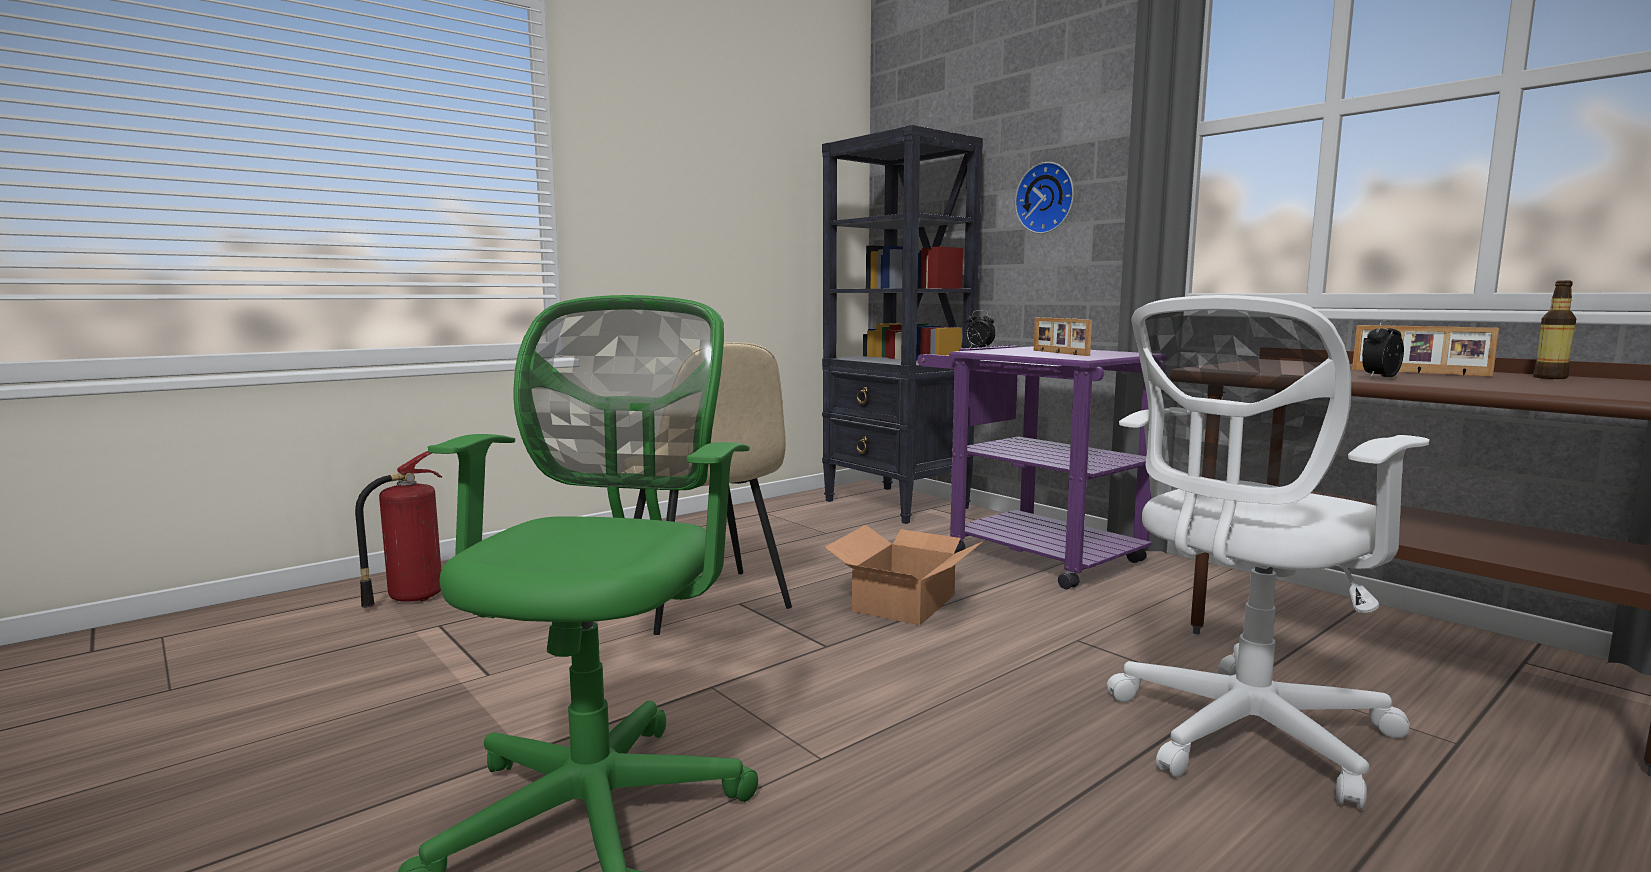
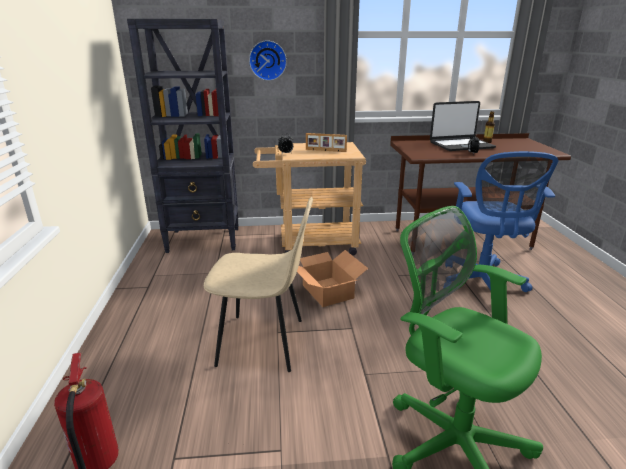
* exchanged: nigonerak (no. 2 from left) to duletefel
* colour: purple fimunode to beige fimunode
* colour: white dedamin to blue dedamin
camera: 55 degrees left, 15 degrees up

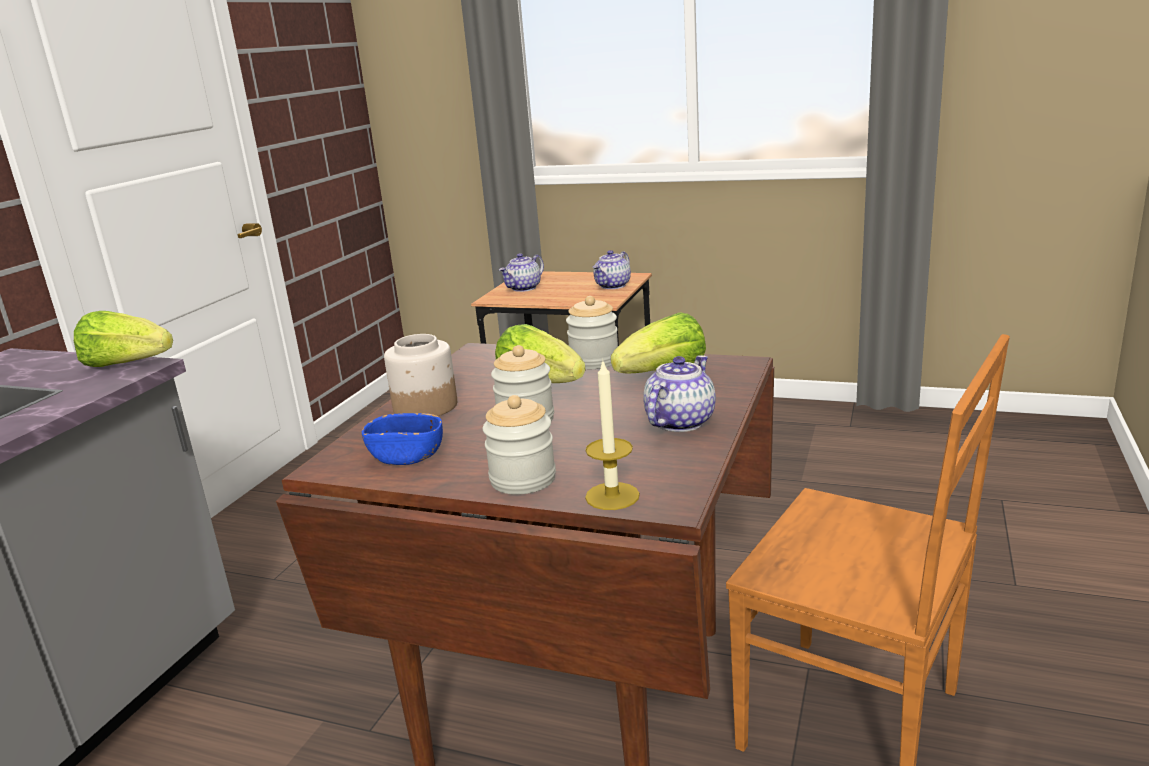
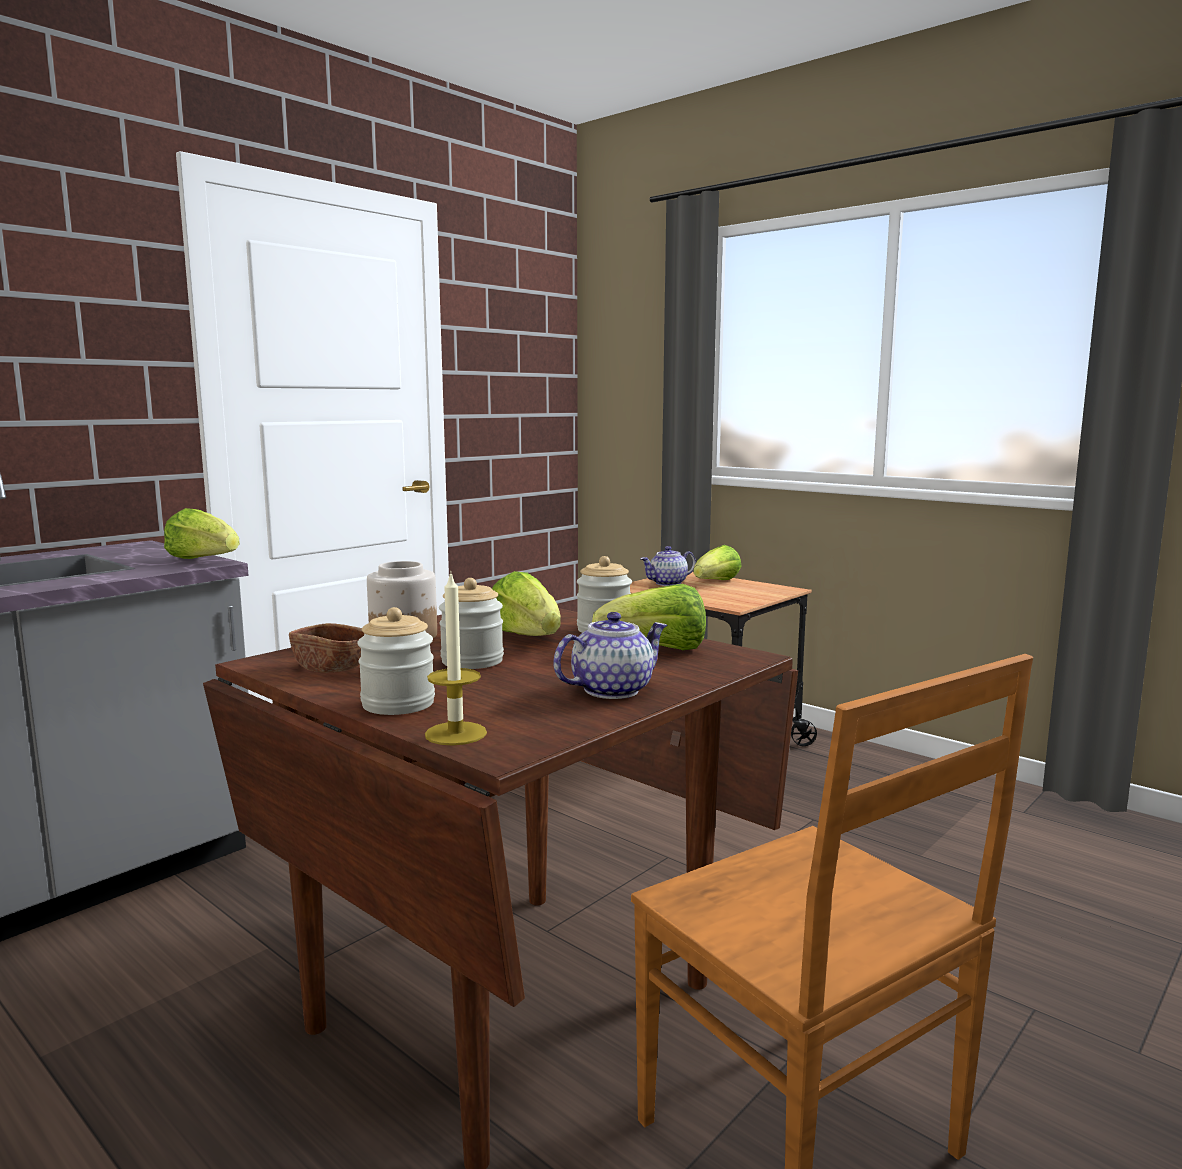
* missing: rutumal (no. 2 from left)
* appeared: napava (no. 4 from left)
* colour: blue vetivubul to brown vetivubul
camera: 20 degrees right, 10 degrees down

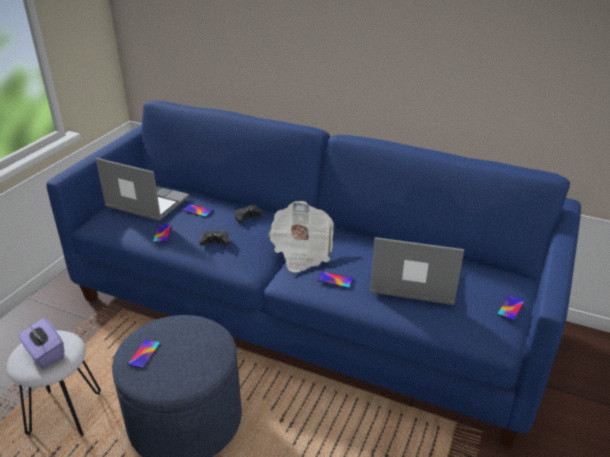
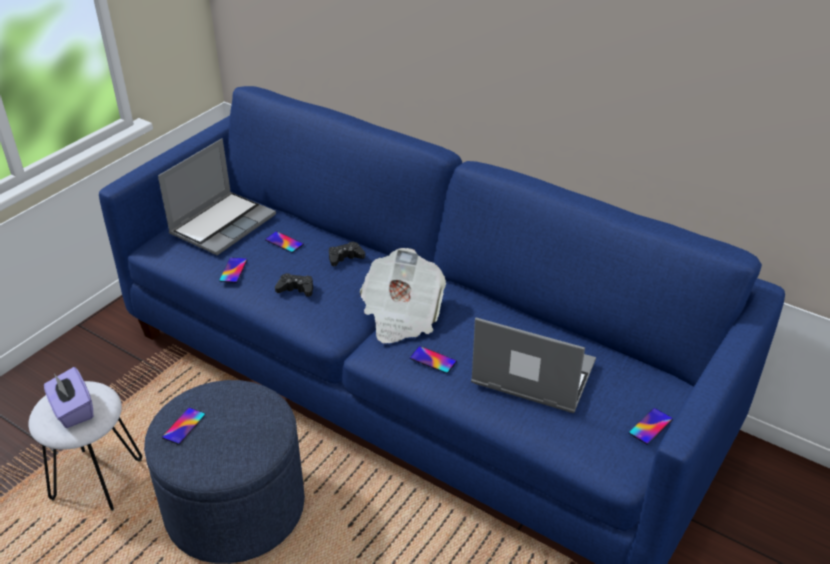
* spun: duletefel (no. 1 from left) 90 degrees clockwise
camera: 10 degrees right, 5 degrees up

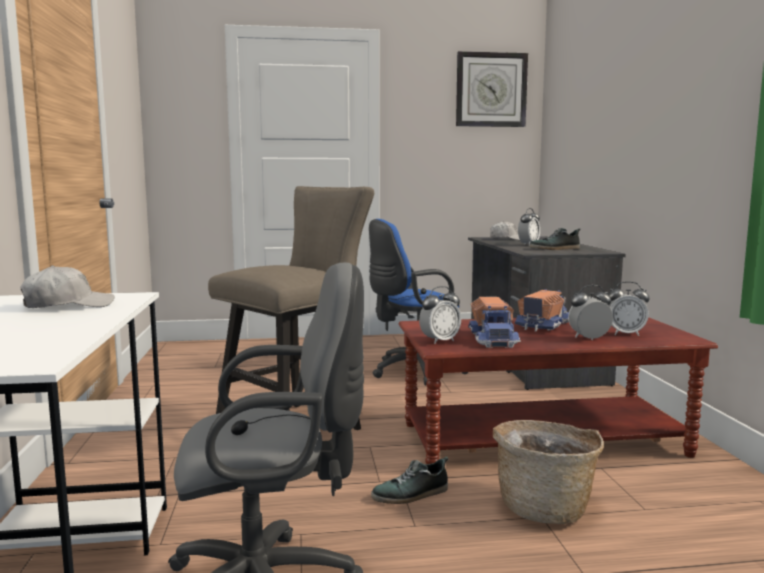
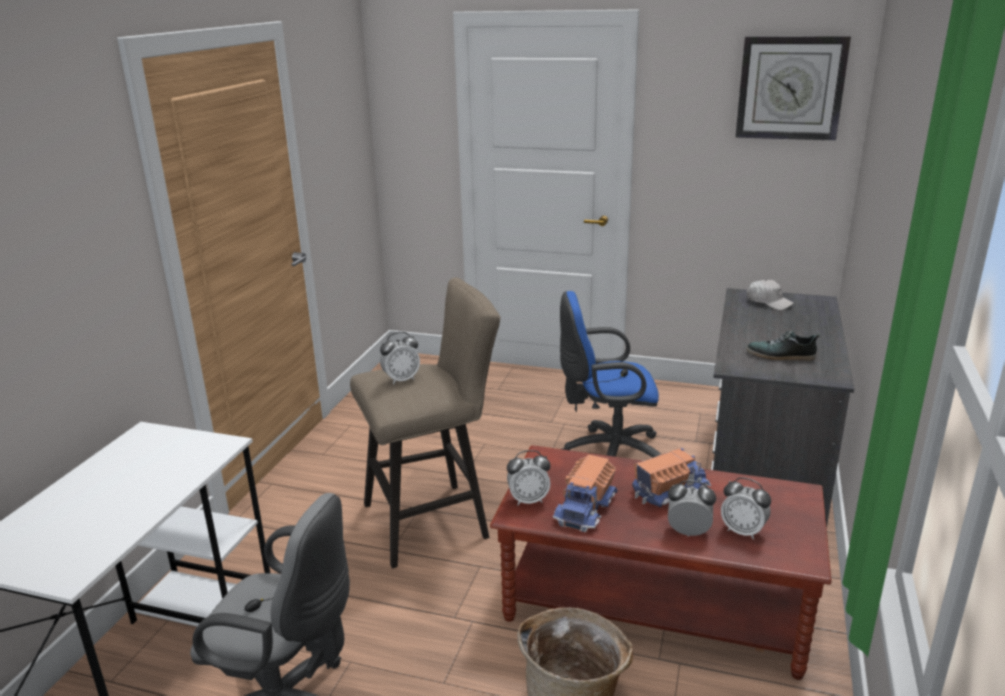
* missing: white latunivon (no. 1 from left)
* missing: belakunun (no. 1 from left)
* relocated: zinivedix (no. 2 from left in the first image) to zinivedix (no. 1 from left)
camera: 25 degrees right, 15 degrees up

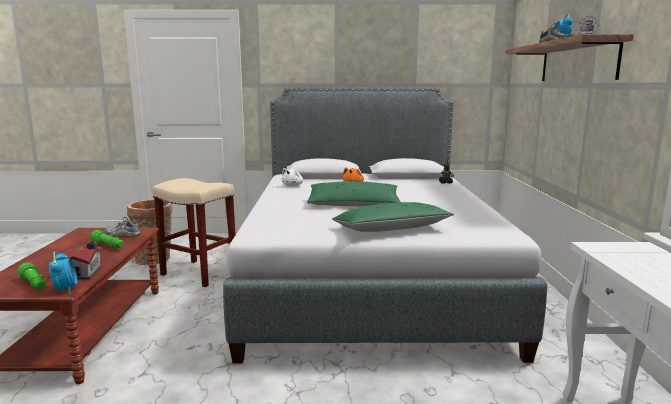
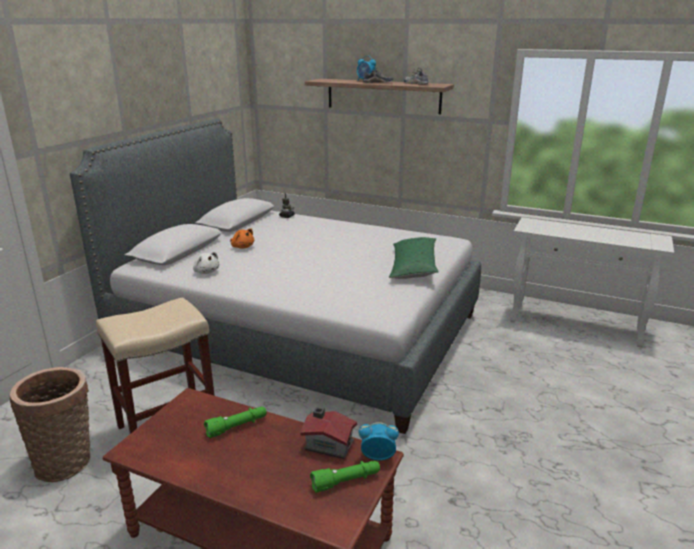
* missing: belakunun (no. 1 from left)
* missing: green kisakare (no. 1 from left)
camera: 65 degrees left, 10 degrees up

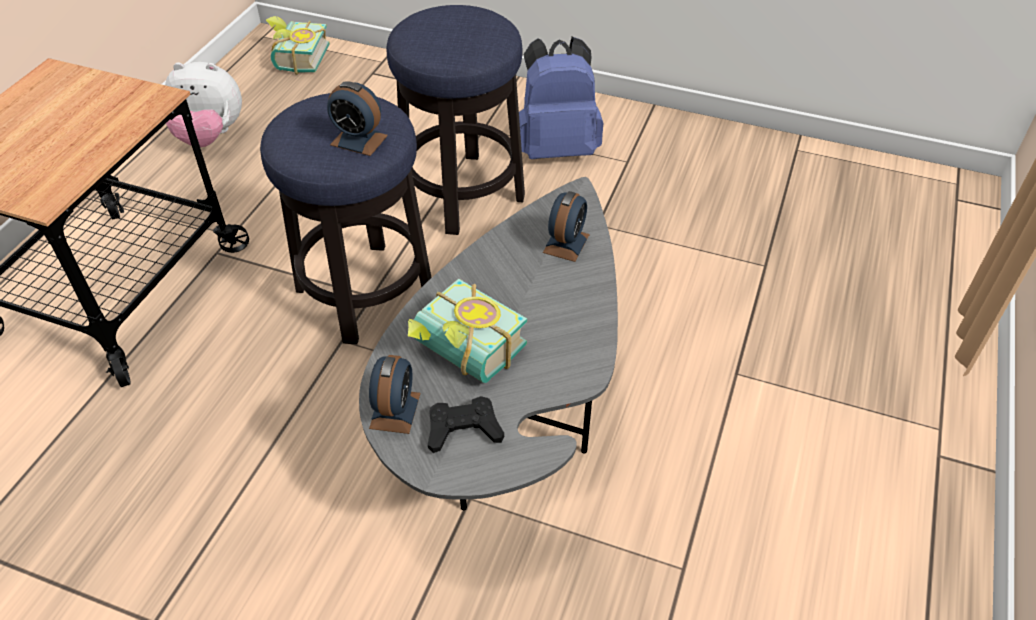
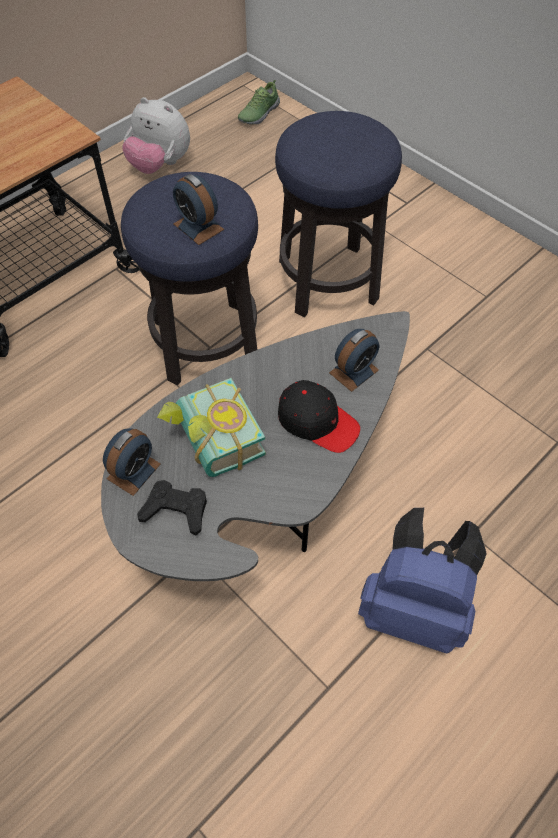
* appeared: black latunivon
* relocated: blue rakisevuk
* exchanged: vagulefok (no. 1 from left) to belakunun
camera: 25 degrees right, 10 degrees up

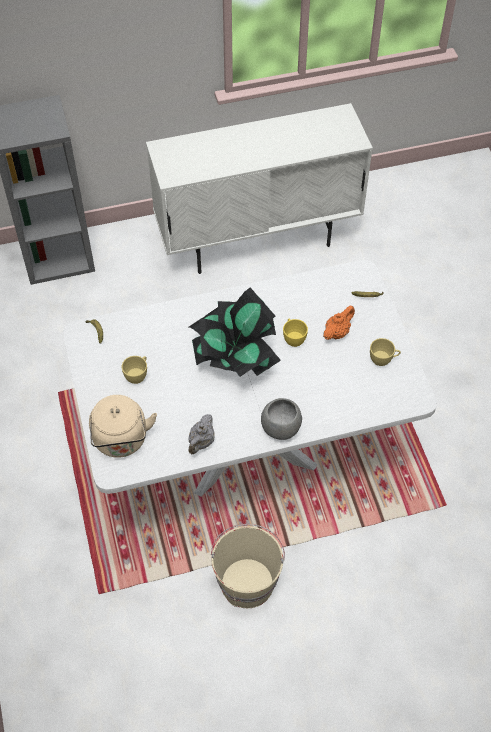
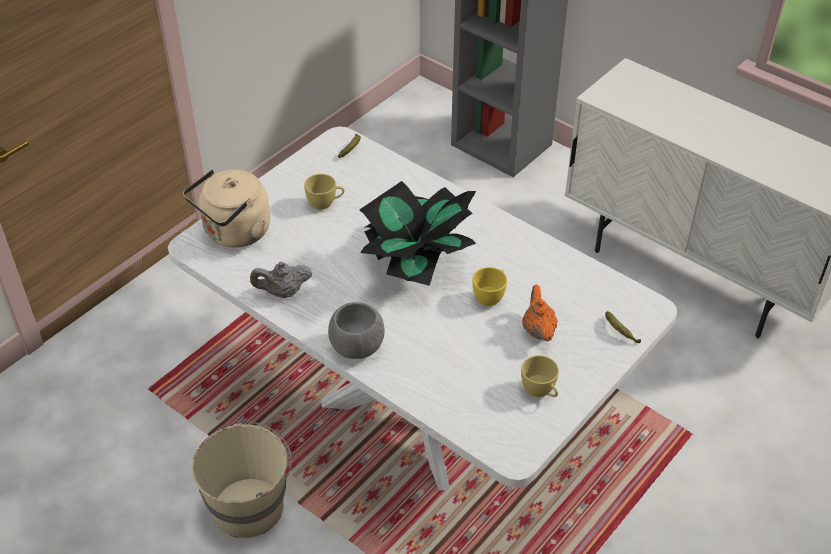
* spun: orange rutumal 105 degrees counterclockwise
camera: 55 degrees right, 10 degrees down

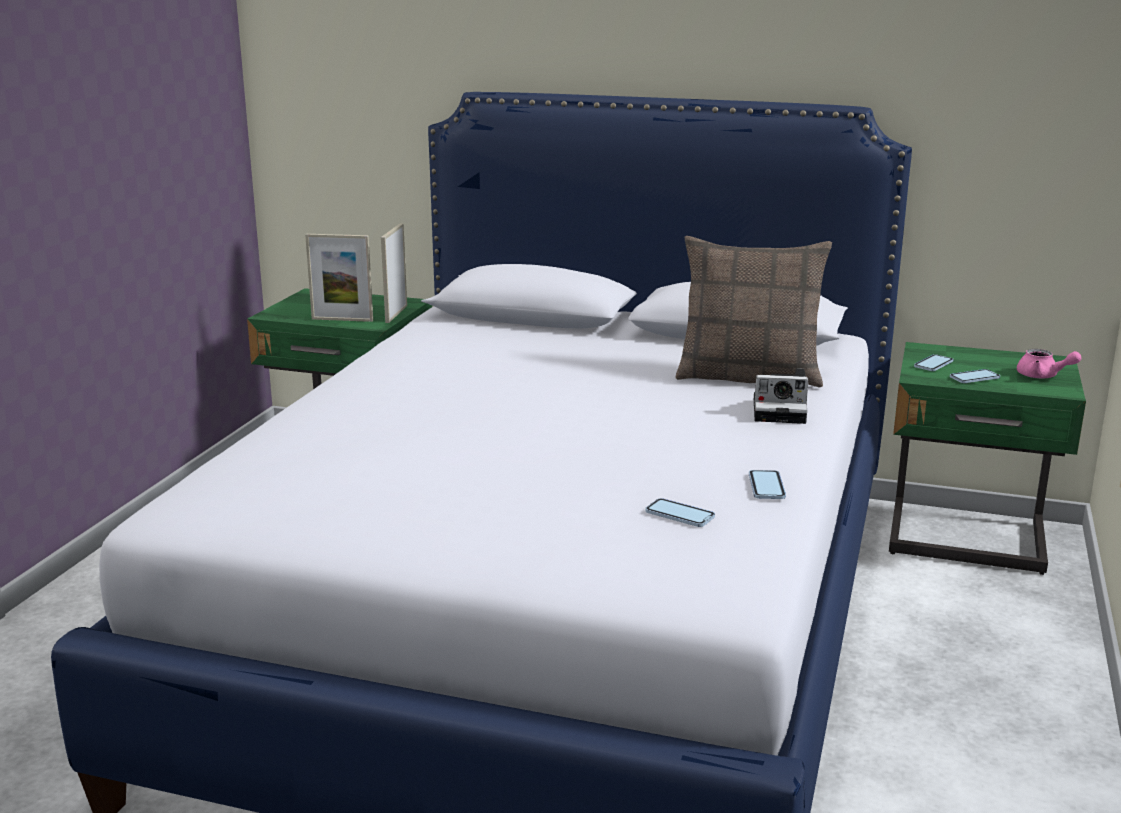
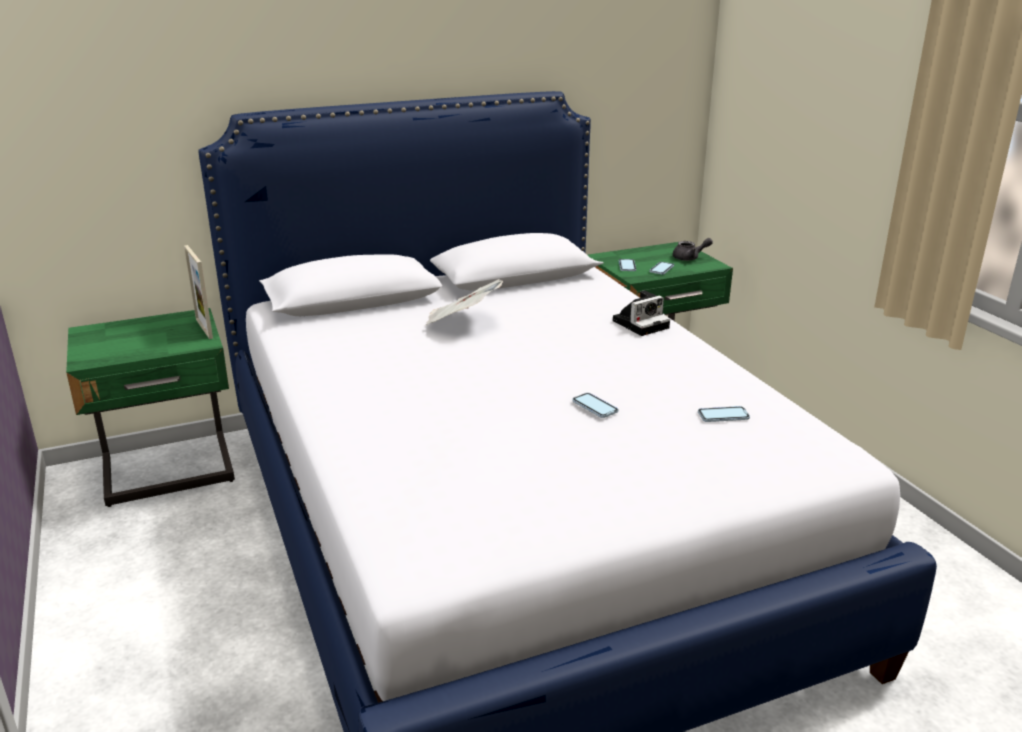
* missing: nigonerak (no. 1 from left)
* missing: kisakare
* appeared: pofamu
* relocated: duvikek (no. 2 from left in the first image) to duvikek (no. 1 from left)
* colour: pink rutumal to grey rutumal
camera: 40 degrees left, 5 degrees up

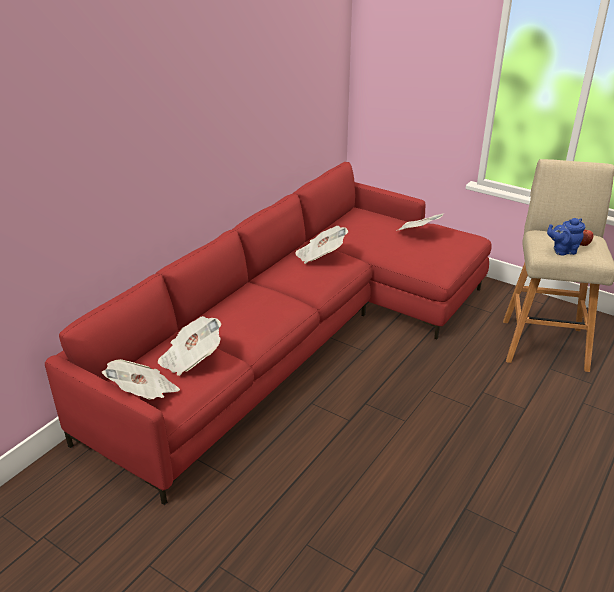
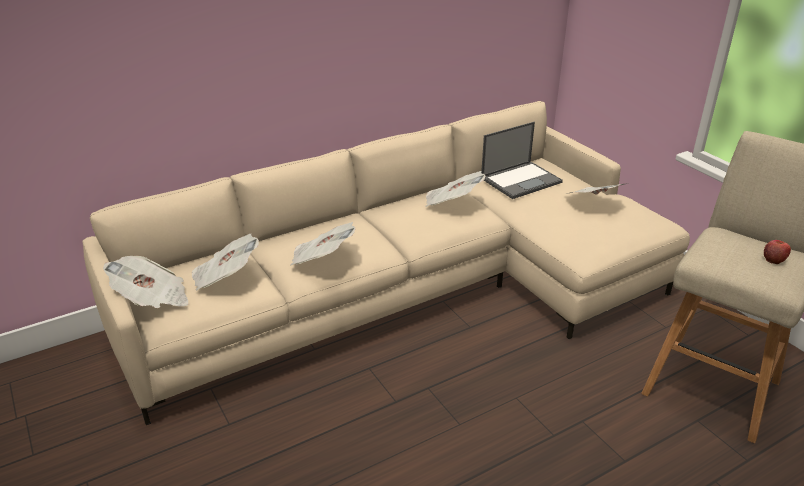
* missing: blue rutumal
* appeared: pofamu (no. 3 from left)
* appeared: duletefel
* colour: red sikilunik to beige sikilunik
camera: 25 degrees right, 0 degrees up

